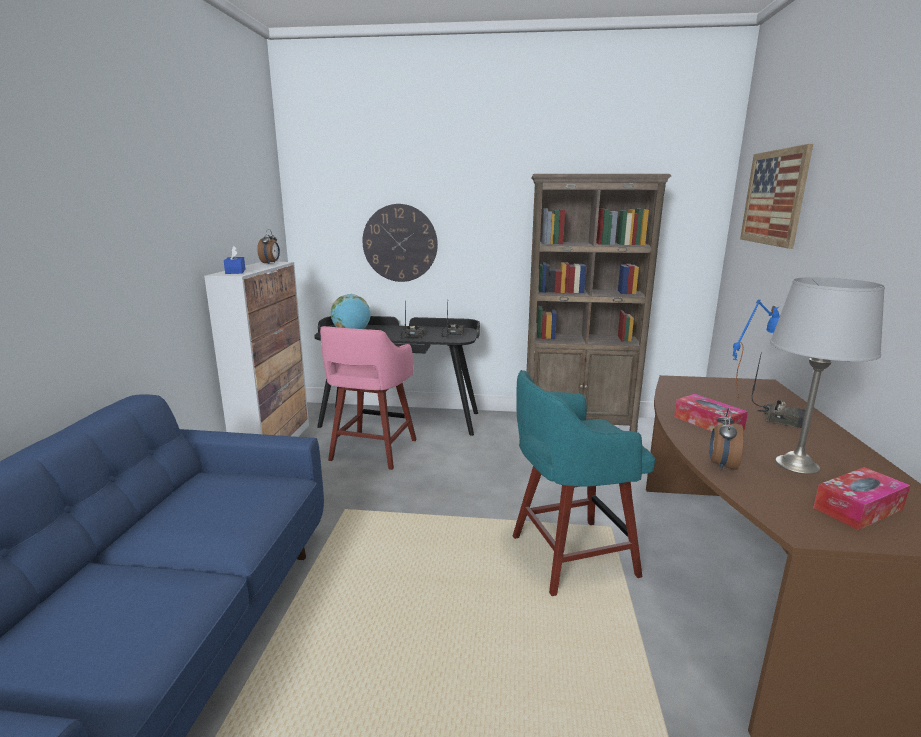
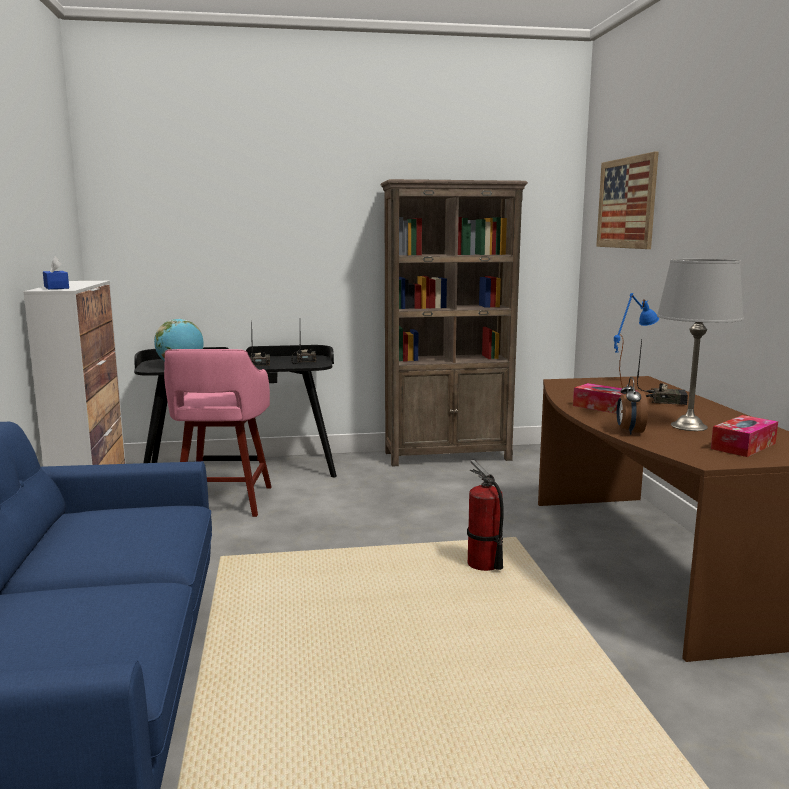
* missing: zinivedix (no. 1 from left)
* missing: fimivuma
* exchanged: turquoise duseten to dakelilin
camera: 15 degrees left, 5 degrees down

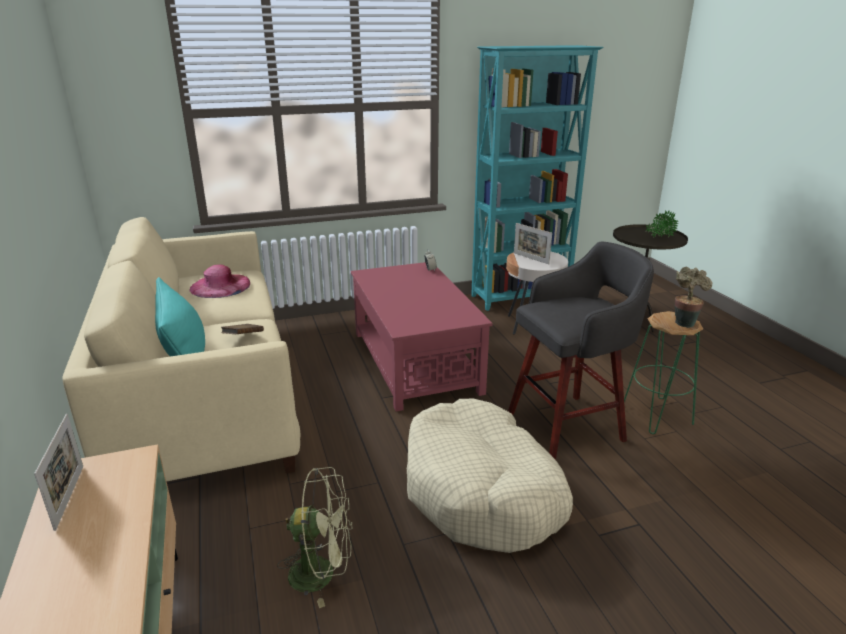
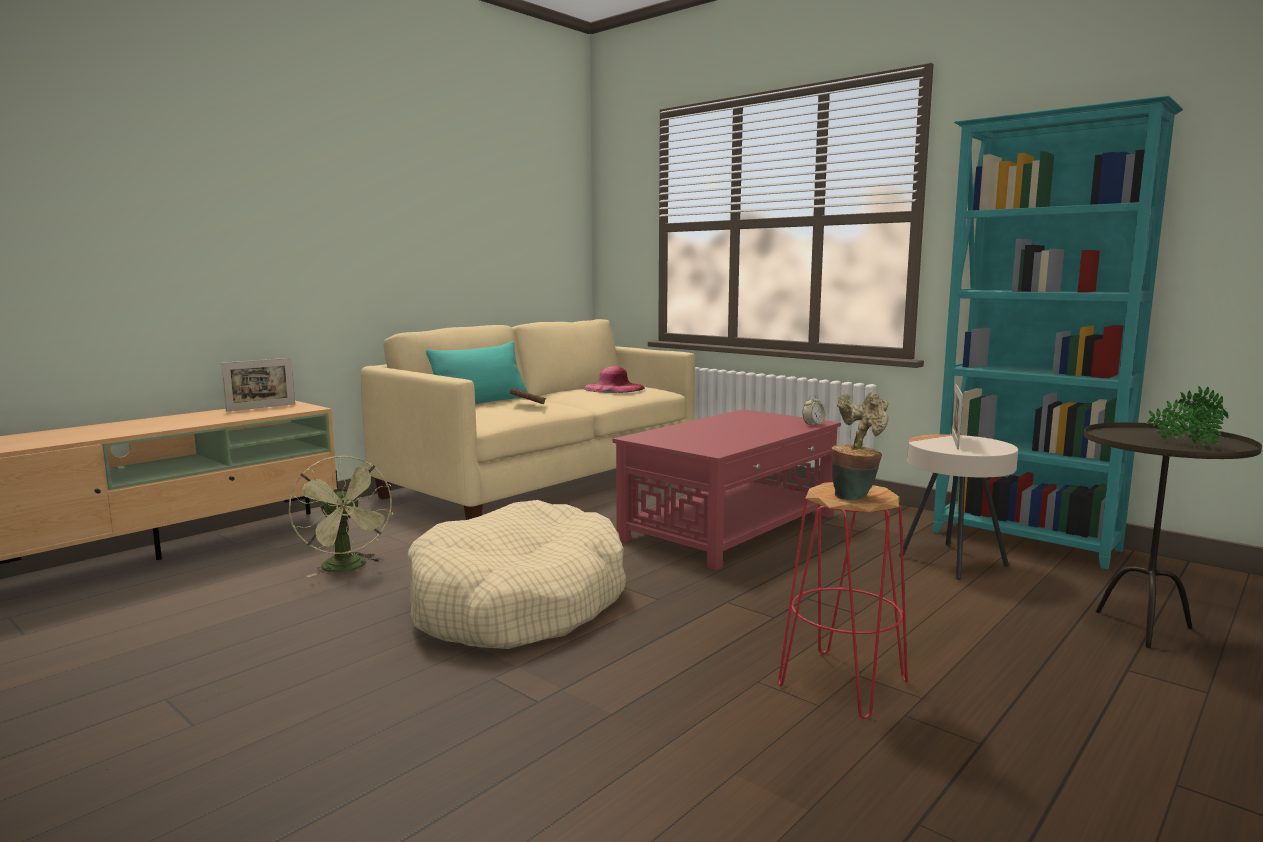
* missing: grey duseten
* colour: green duseten to red duseten
camera: 60 degrees right, 15 degrees down

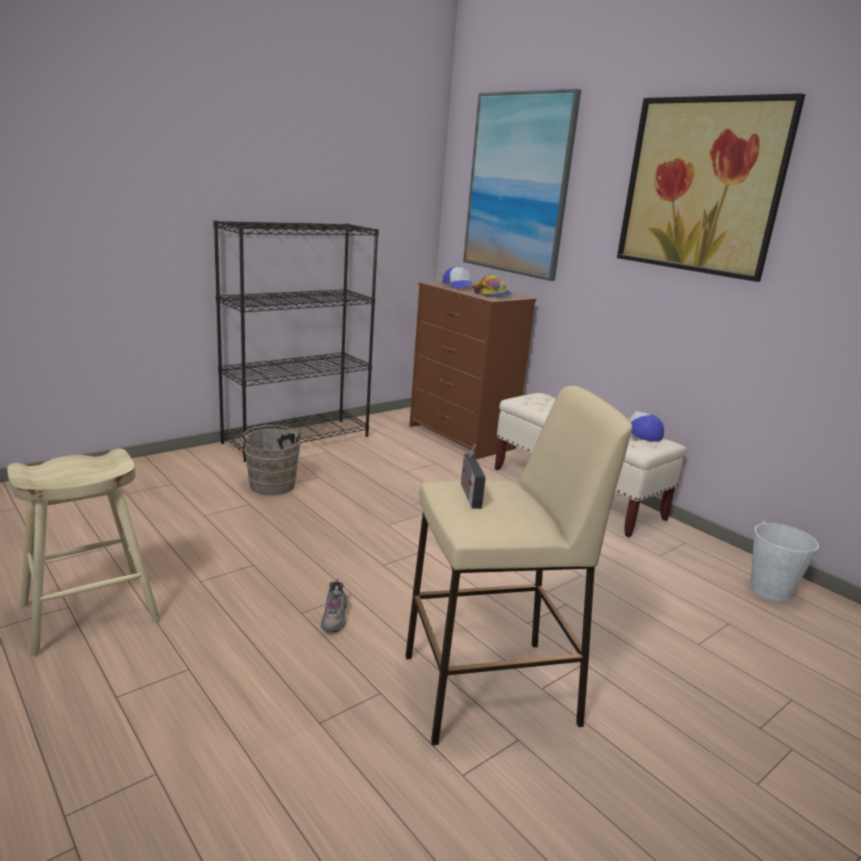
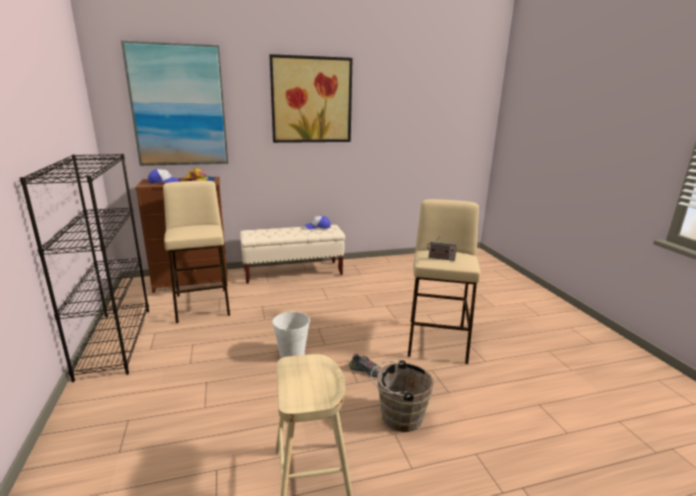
* appeared: beige duseten (no. 1 from left)
* relocated: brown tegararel
* relocated: white tegararel
camera: 65 degrees left, 0 degrees up

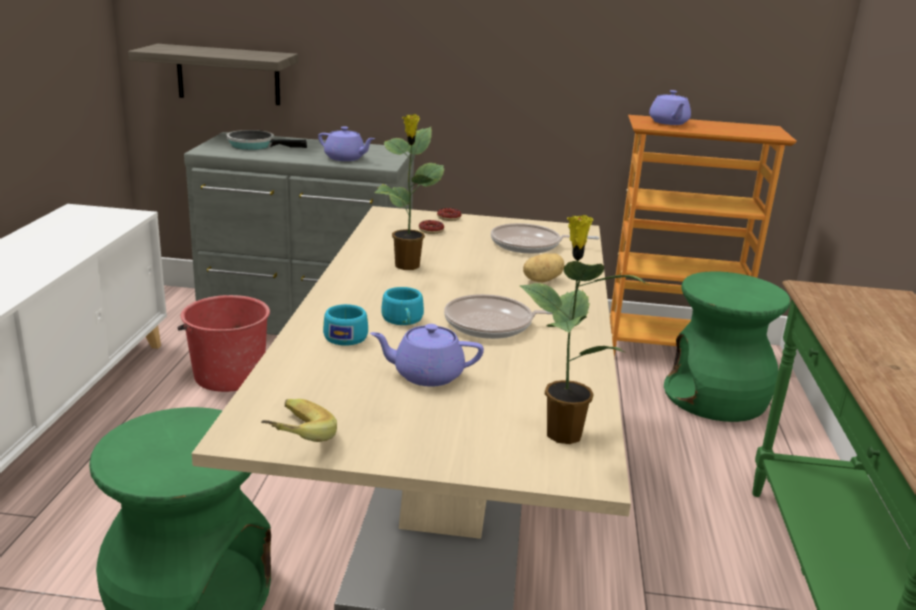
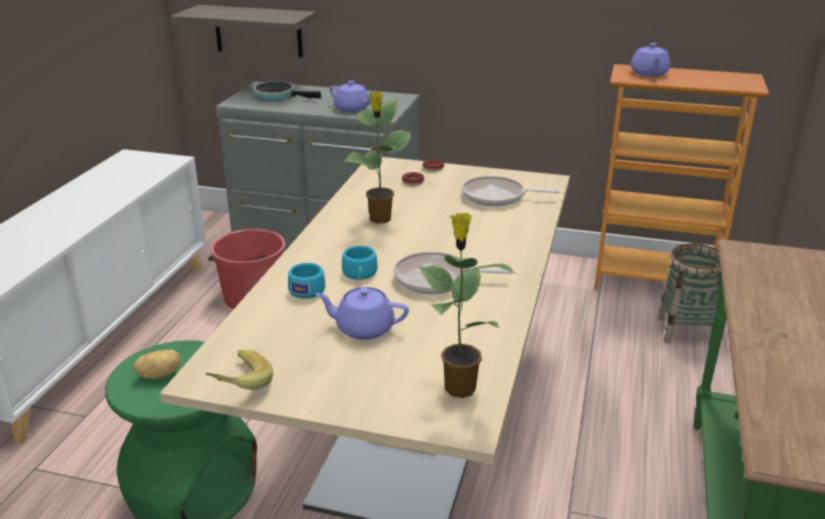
* relocated: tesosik
* exchanged: green duseten (no. 2 from left) to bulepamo
camera: 10 degrees right, 5 degrees up

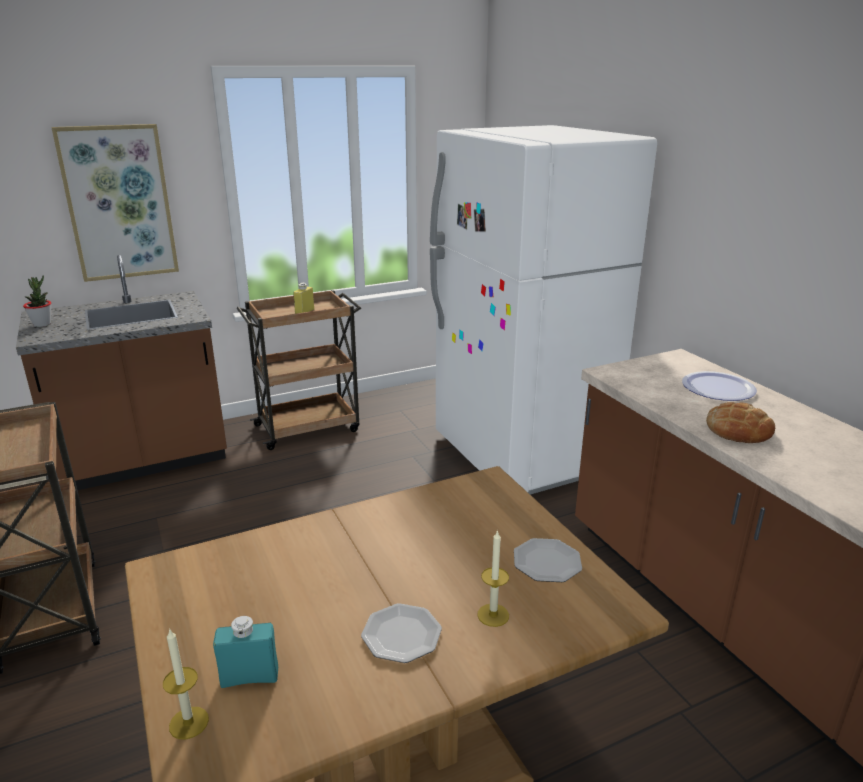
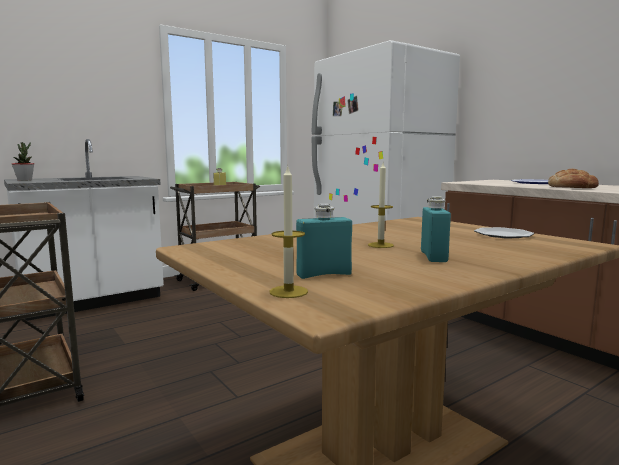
* missing: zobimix
* relocated: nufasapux (no. 2 from left)
* exchanged: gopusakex (no. 1 from left) to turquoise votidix (no. 2 from left)
* colour: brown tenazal (no. 1 from left) to white tenazal
camera: 10 degrees left, 15 degrees down

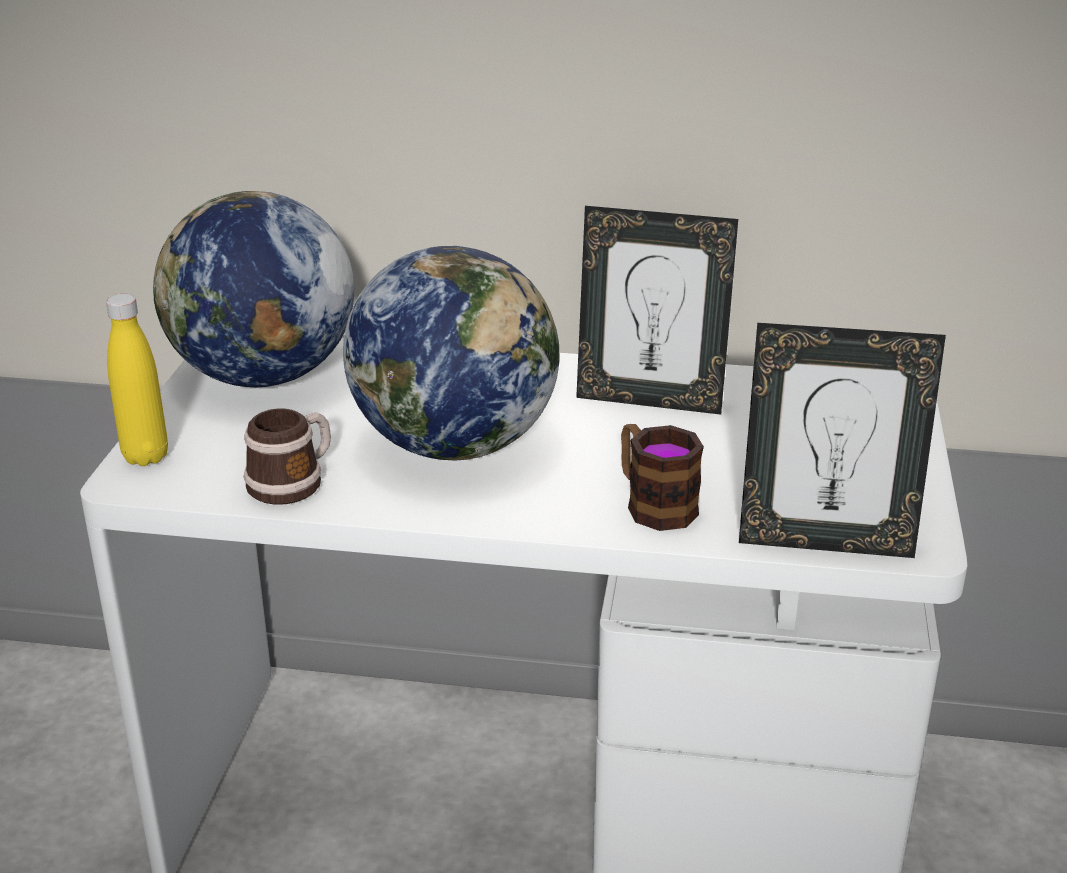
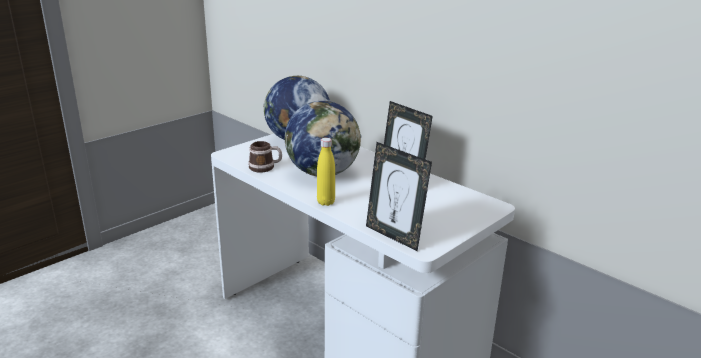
* missing: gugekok (no. 2 from left)
* relocated: yellow votidix
camera: 35 degrees right, 5 degrees down

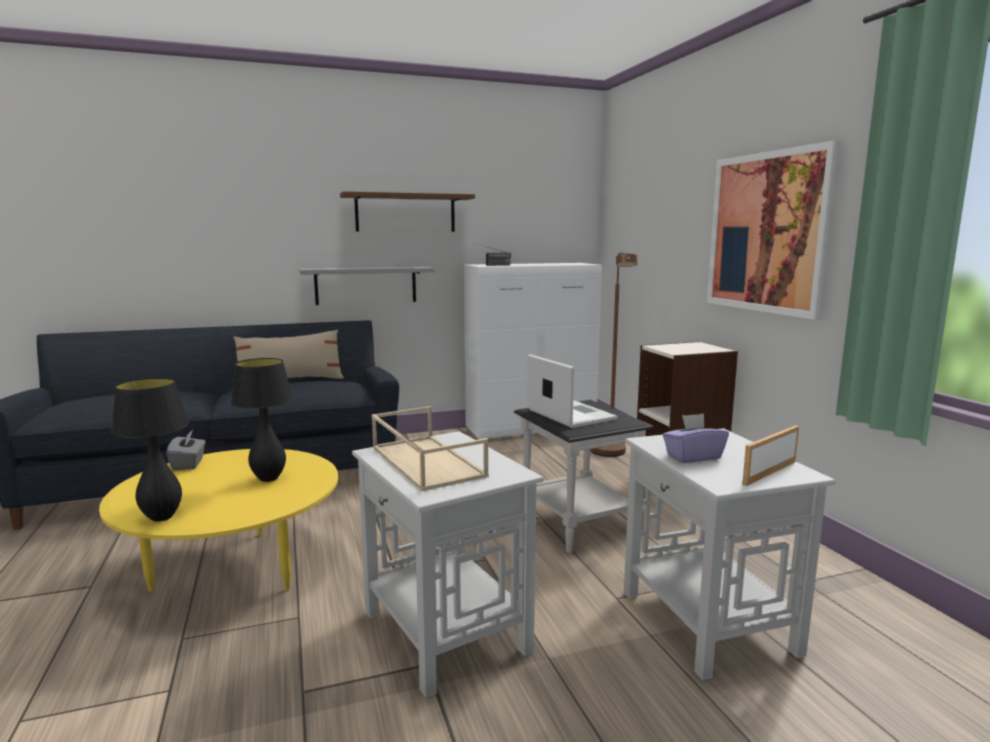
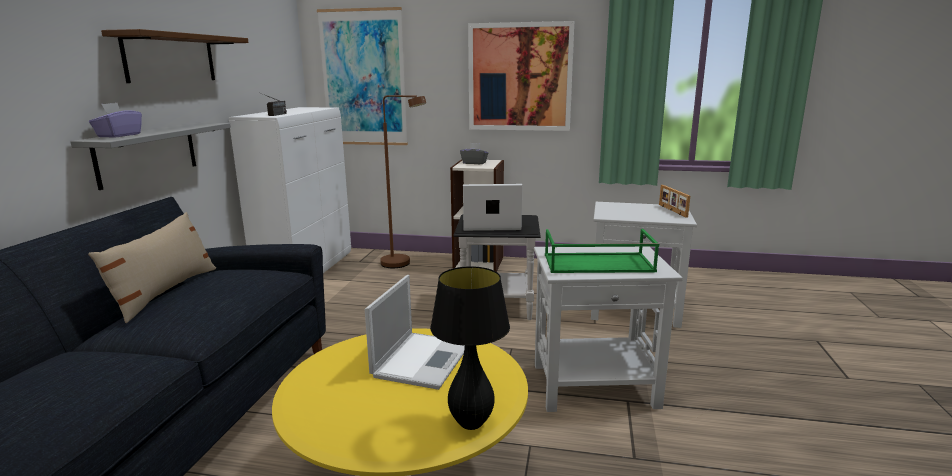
* appeared: zobimix (no. 1 from left)
* relocated: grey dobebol
* relocated: purple dobebol
* exchanged: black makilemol (no. 2 from left) to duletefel (no. 1 from left)
* colour: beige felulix to green felulix
camera: 60 degrees left, 5 degrees up

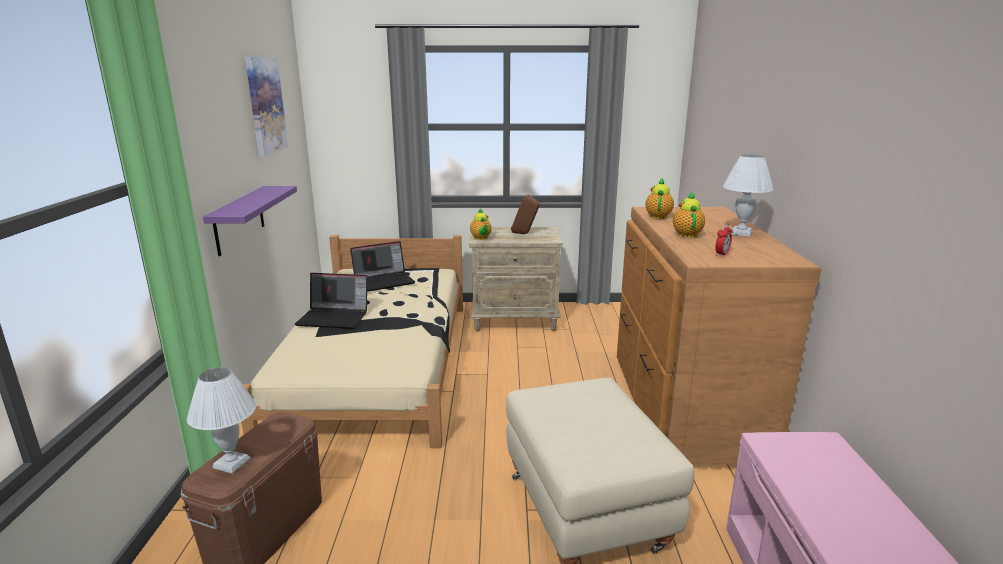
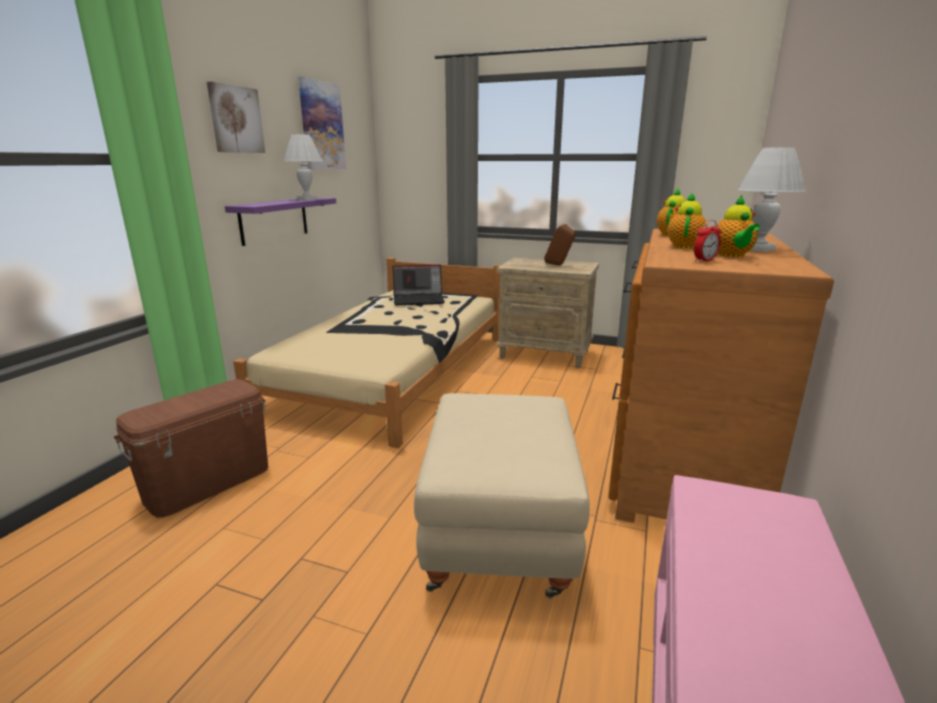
* missing: duletefel (no. 1 from left)
* appeared: zobimix (no. 1 from left)
* relocated: white makilemol (no. 1 from left)
* relocated: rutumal (no. 1 from left in the first image) to rutumal (no. 3 from left)
camera: 20 degrees right, 0 degrees up

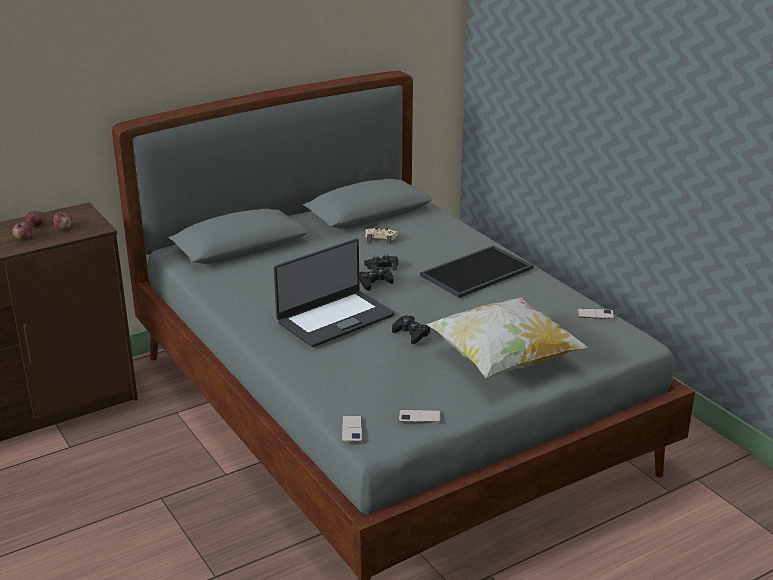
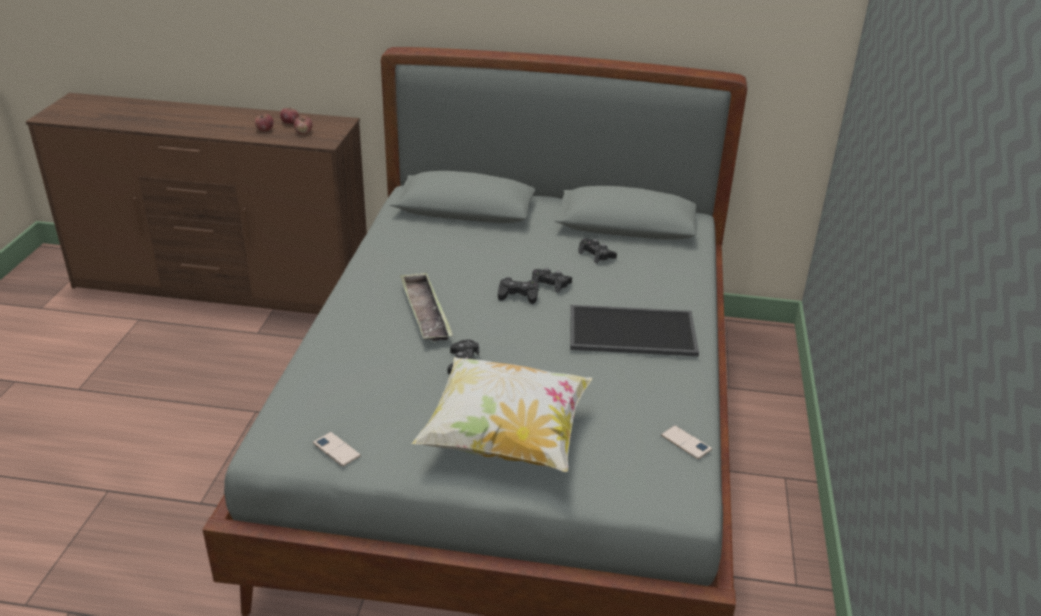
* missing: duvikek (no. 1 from left)
* exchanged: duletefel to felulix (no. 1 from left)
* colour: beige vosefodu to black vosefodu (no. 4 from left)
camera: 40 degrees right, 5 degrees up

